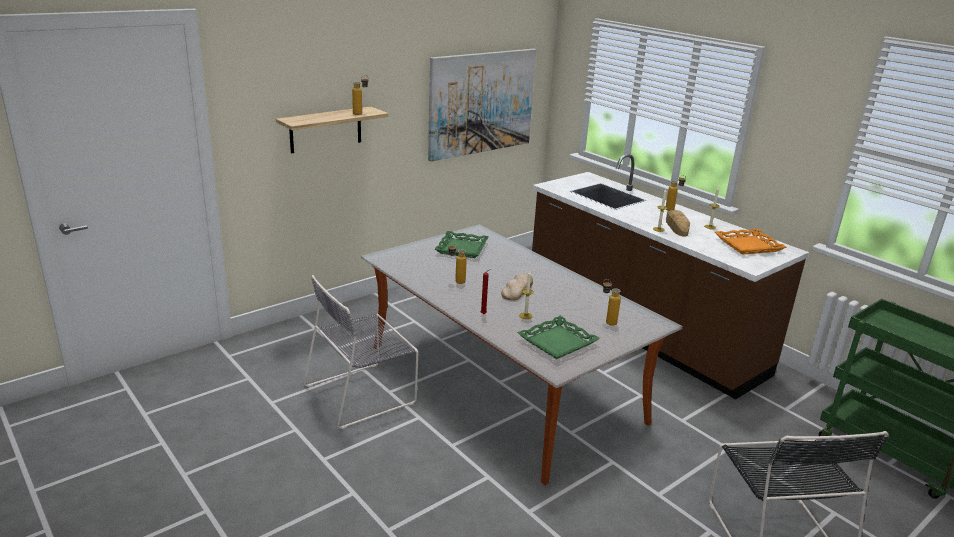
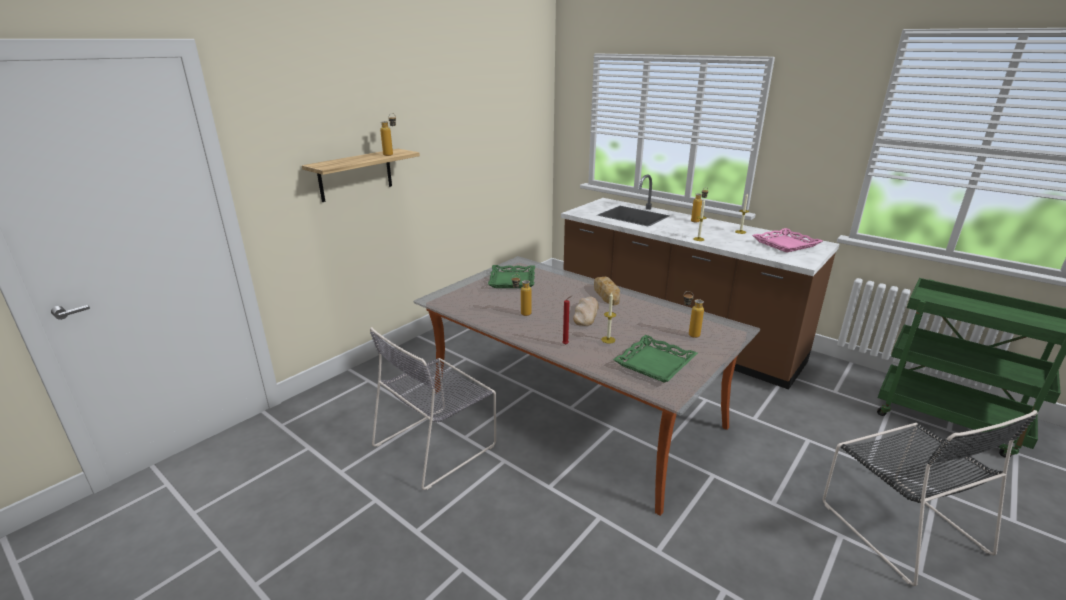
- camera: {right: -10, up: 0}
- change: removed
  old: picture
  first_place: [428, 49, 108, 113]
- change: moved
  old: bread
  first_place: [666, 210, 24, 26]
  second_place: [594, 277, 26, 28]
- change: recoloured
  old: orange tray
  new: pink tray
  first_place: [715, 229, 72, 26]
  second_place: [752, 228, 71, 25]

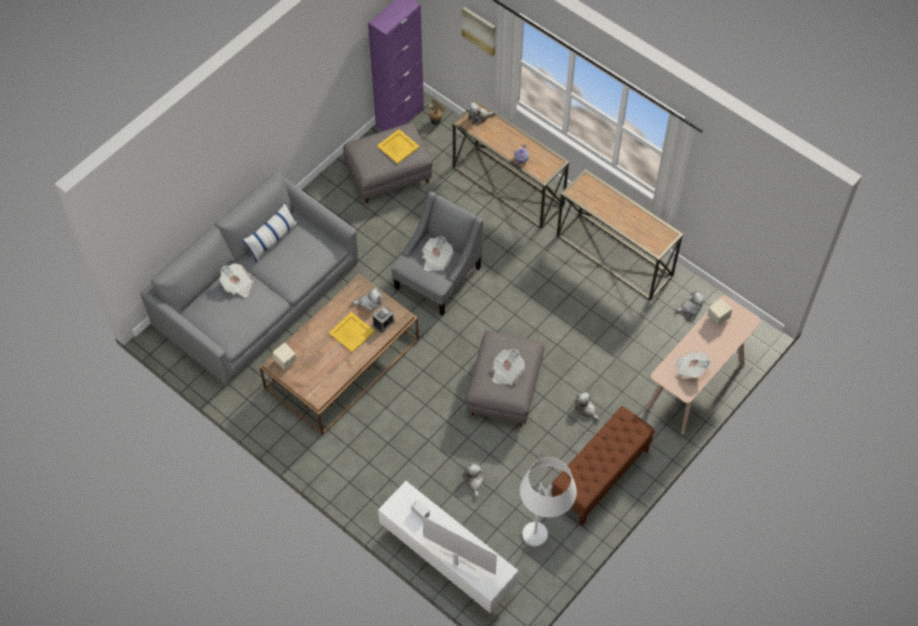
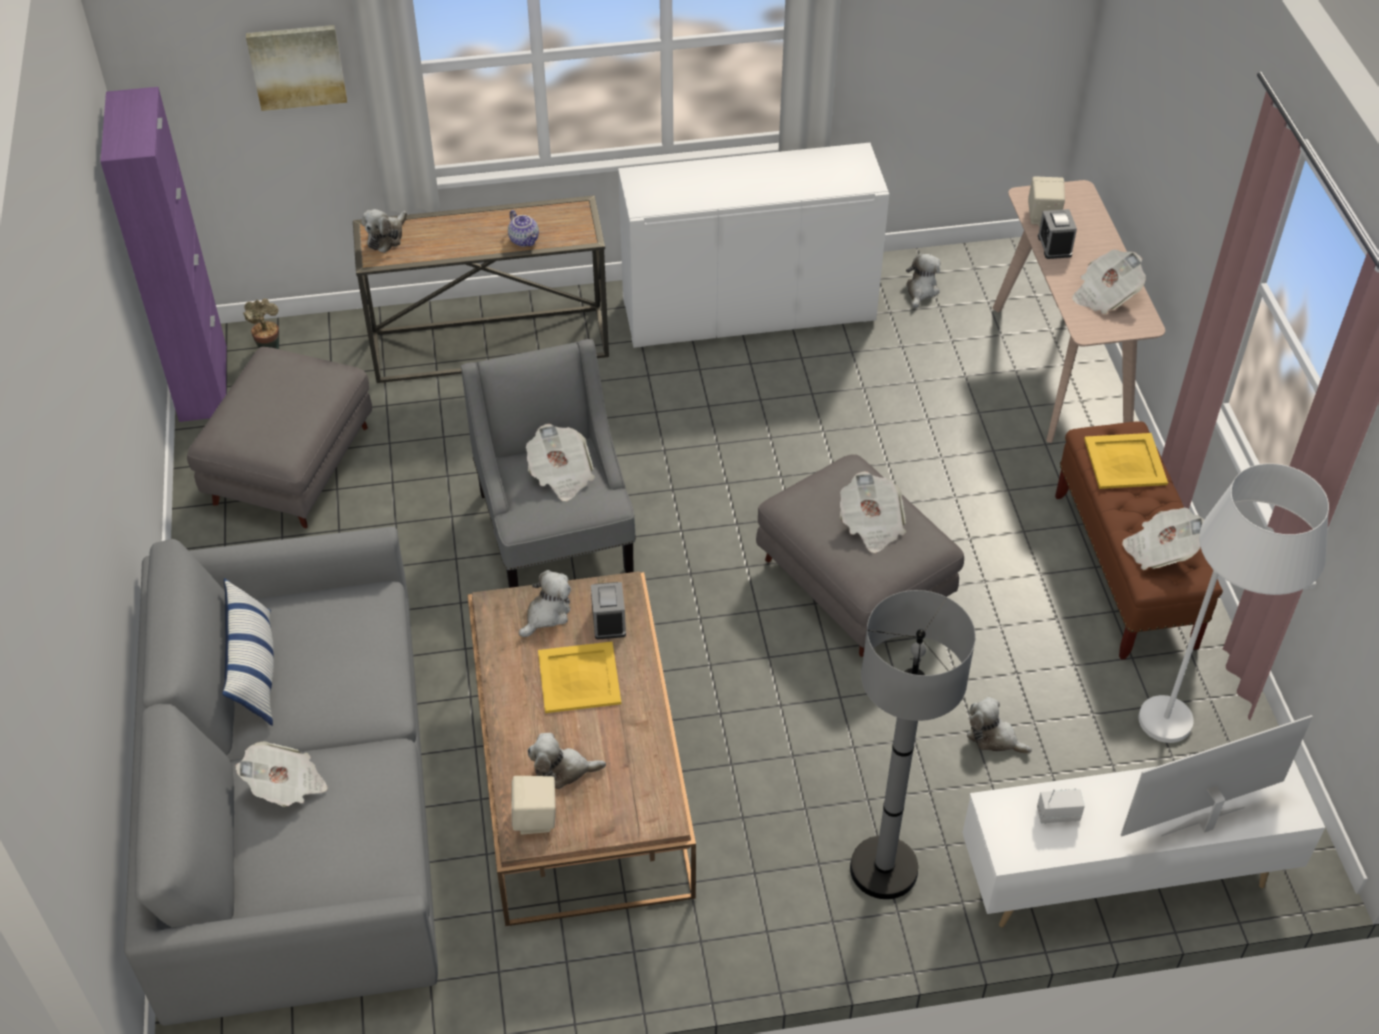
- camera: {right: -50, up: -10}
- change: added
  new: grey floor lamp
  second_place: [850, 590, 125, 309]
- change: added
  new: alarm clock
  second_place: [1038, 209, 39, 50]
- change: added
  new: newspaper
  second_place: [1122, 508, 82, 62]
- change: moved
  old: yellow tray
  first_place: [377, 129, 43, 35]
  second_place: [1084, 433, 84, 56]
- change: moved
  old: plush toy
  first_place: [574, 392, 26, 29]
  second_place: [528, 733, 78, 56]
- change: replaced
  old: console table
  new: white cabinet
  first_place: [557, 169, 127, 132]
  second_place: [618, 143, 271, 205]

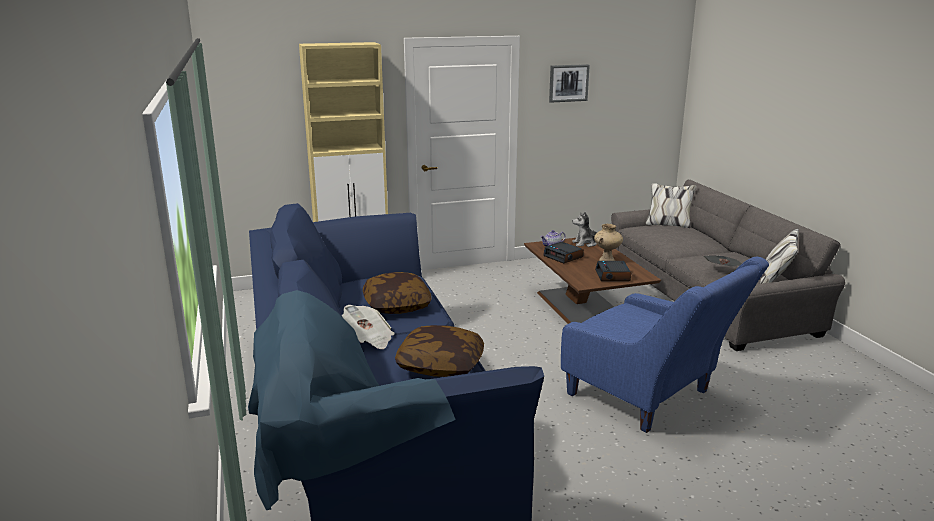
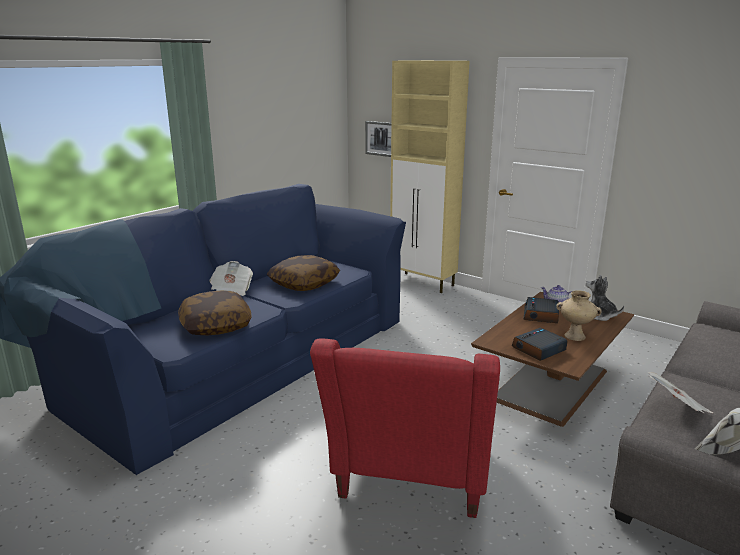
- camera: {right: 55, up: 0}
- change: moved
  old: picture
  first_place: [549, 64, 41, 39]
  second_place: [365, 121, 27, 36]
- change: recoloured
  old: blue armchair
  new: red armchair
  first_place: [561, 257, 208, 176]
  second_place: [310, 338, 190, 180]

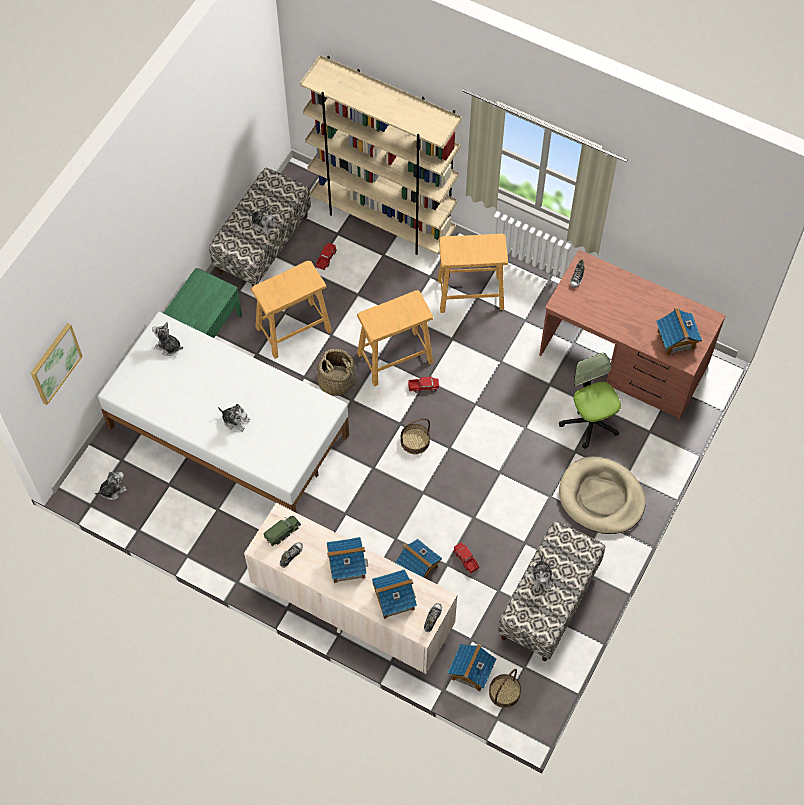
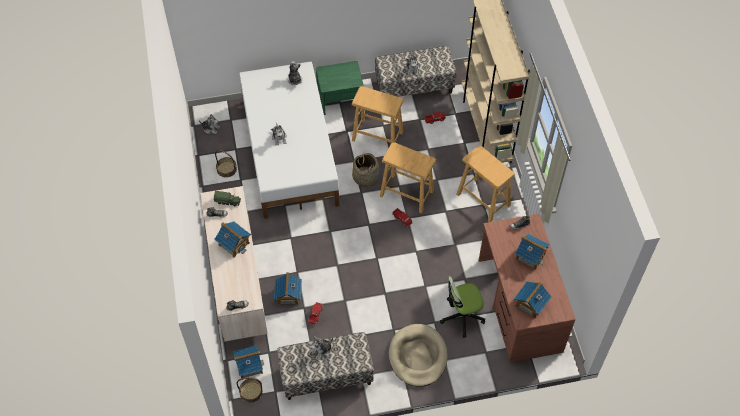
- camera: {right: 50, up: -5}
- change: removed
  old: picture
  first_place: [31, 323, 52, 82]
- change: moved
  old: toy house
  first_place: [372, 569, 45, 50]
  second_place: [515, 233, 35, 37]
- change: moved
  old: basket
  first_place: [401, 418, 29, 36]
  second_place: [215, 150, 22, 28]
- change: turned
  old: office chair
  first_place: [559, 353, 62, 96]
  second_place: [440, 277, 45, 61]
  degrees: -135

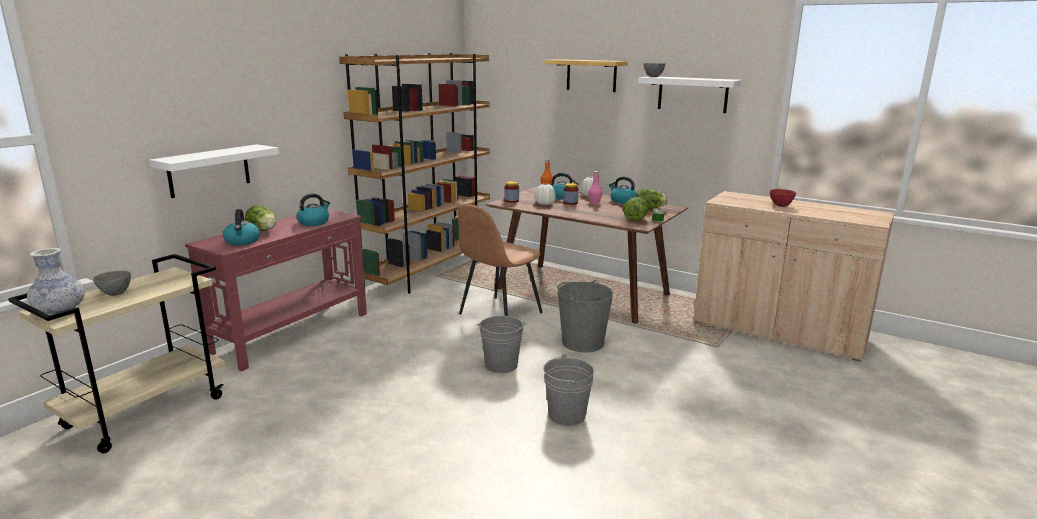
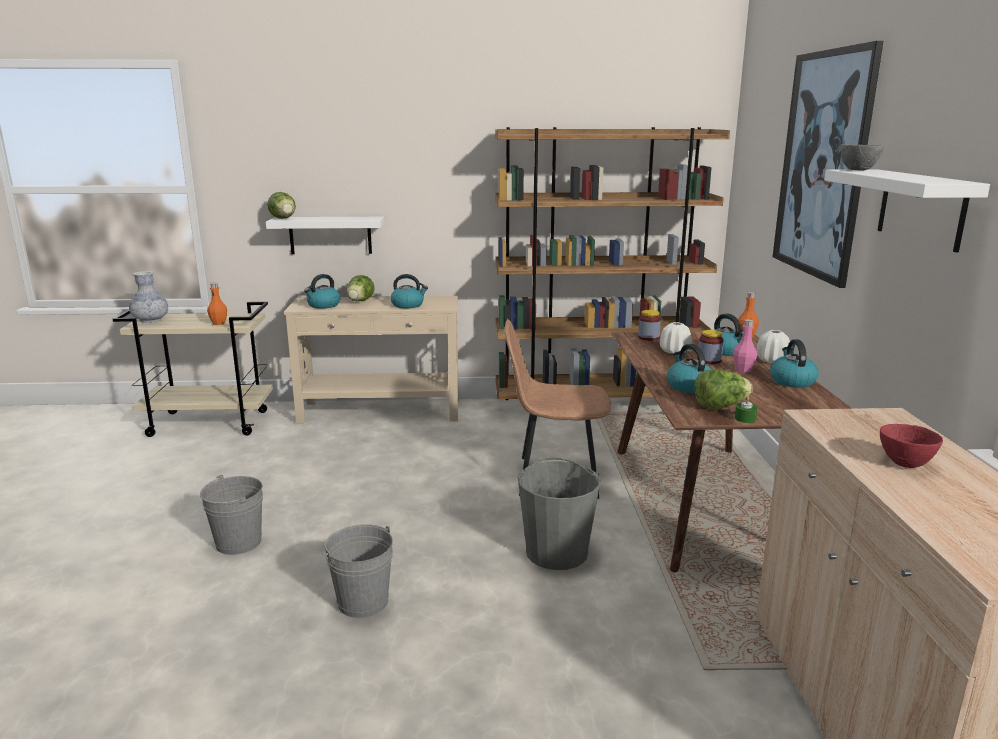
- camera: {right: 55, up: 0}
- change: removed
  old: grey bowl
  first_place: [93, 270, 38, 26]
- change: added
  new: orange bottle
  second_place: [207, 283, 20, 42]
- change: added
  new: kettle
  second_place: [667, 344, 45, 49]
- change: moved
  old: grey bucket
  first_place: [477, 316, 49, 57]
  second_place: [200, 475, 63, 80]
- change: moved
  old: lettuce
  first_place: [637, 188, 31, 22]
  second_place: [267, 192, 29, 27]
- change: replaced
  old: shelf
  new: picture
  first_place: [544, 59, 84, 33]
  second_place: [773, 41, 110, 247]
- change: recoloured
  old: red console table
  new: beige console table
  first_place: [185, 209, 182, 162]
  second_place: [284, 296, 175, 128]

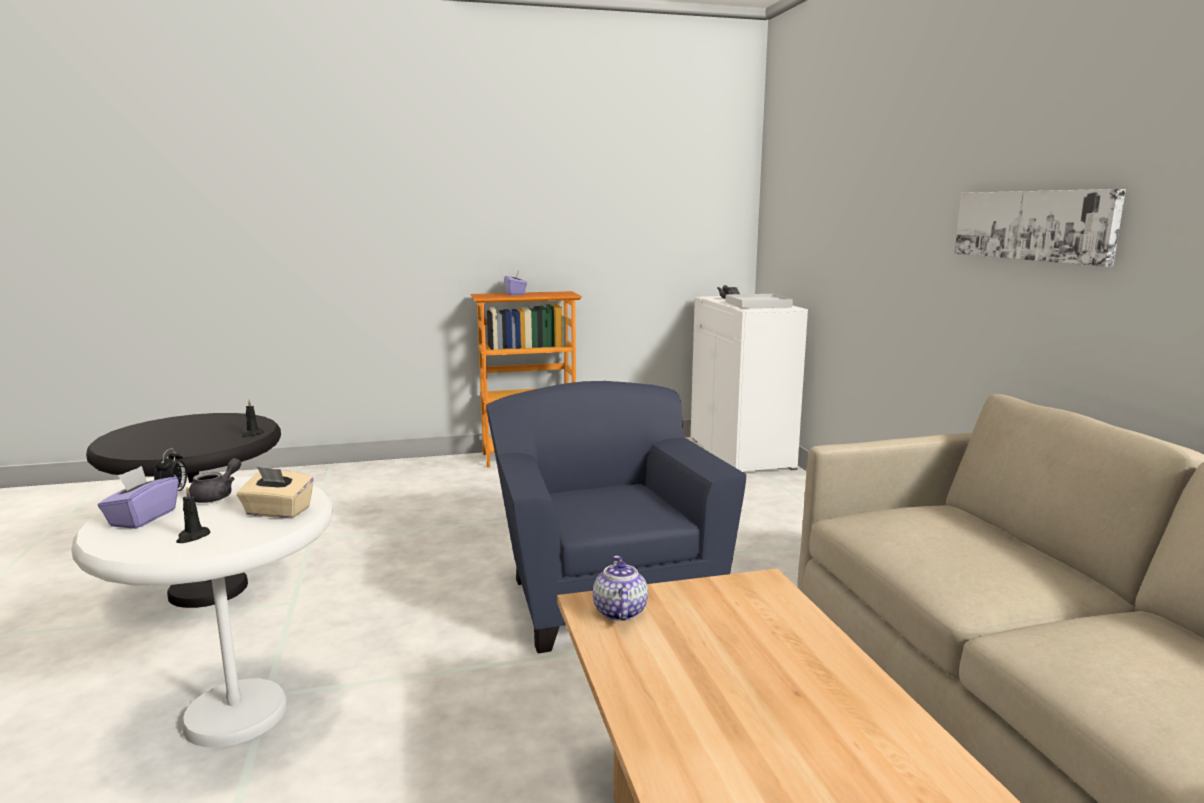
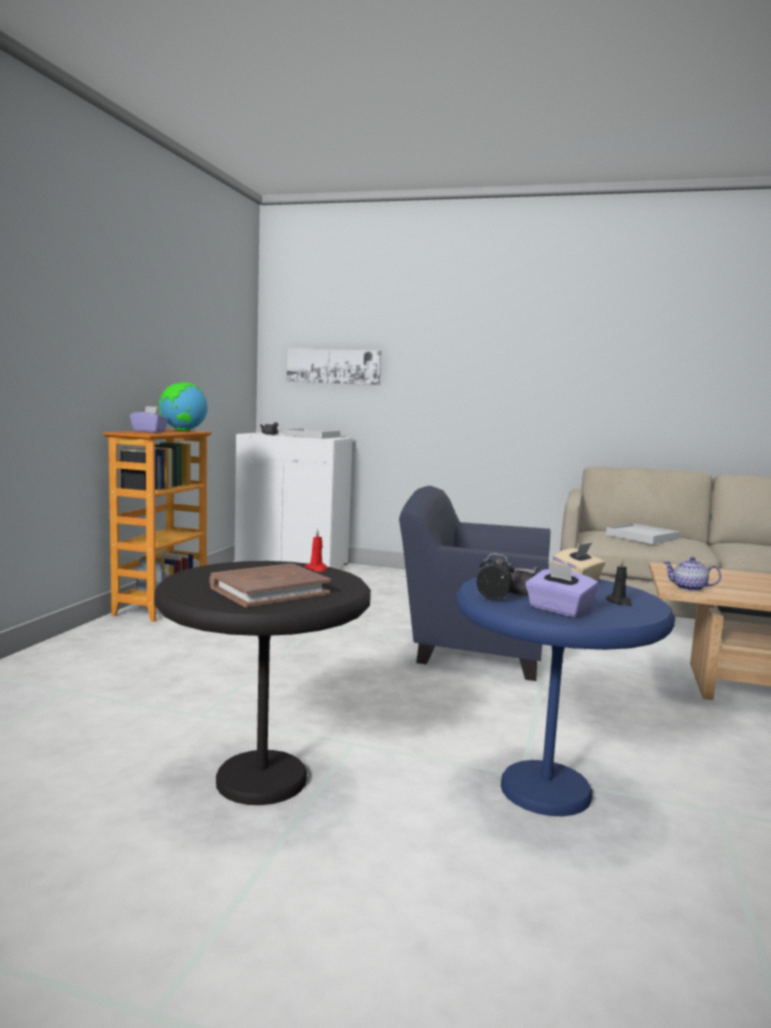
- camera: {right: -60, up: -5}
- change: added
  new: globe
  second_place: [159, 382, 49, 49]
- change: added
  new: brown book
  second_place: [210, 564, 121, 43]
- change: added
  new: white tray
  second_place: [606, 523, 74, 21]
- change: moved
  old: picture
  first_place: [955, 189, 171, 78]
  second_place: [287, 348, 94, 37]
- change: recoloured
  old: white side table
  new: blue side table
  first_place: [71, 476, 262, 271]
  second_place: [456, 572, 219, 244]
- change: recoloured
  old: black candle
  new: red candle
  first_place: [241, 400, 23, 37]
  second_place: [305, 529, 22, 43]

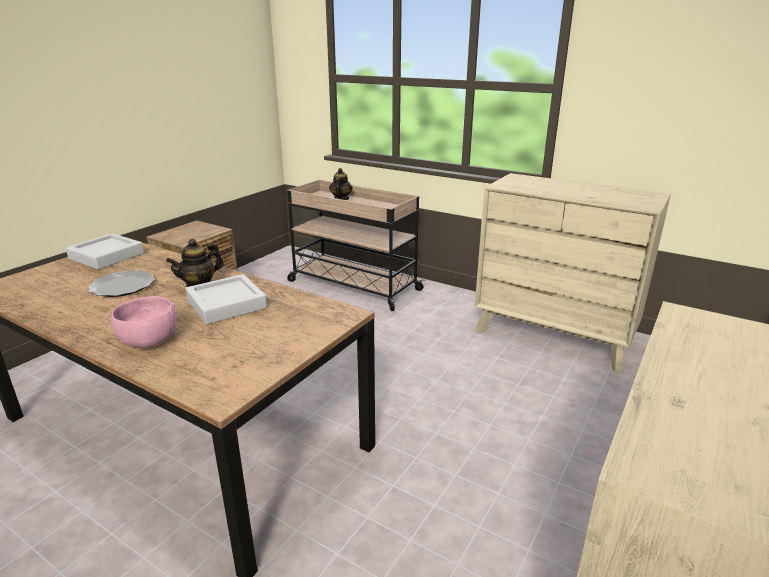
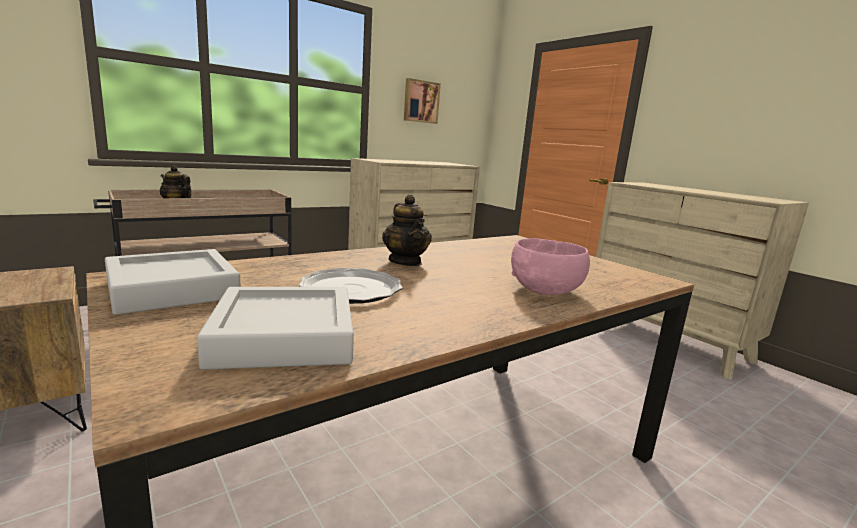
- camera: {right: -70, up: -10}
- change: added
  new: picture
  second_place: [404, 78, 37, 46]
- change: moved
  old: grey tray
  first_place: [186, 274, 81, 51]
  second_place: [197, 287, 157, 83]

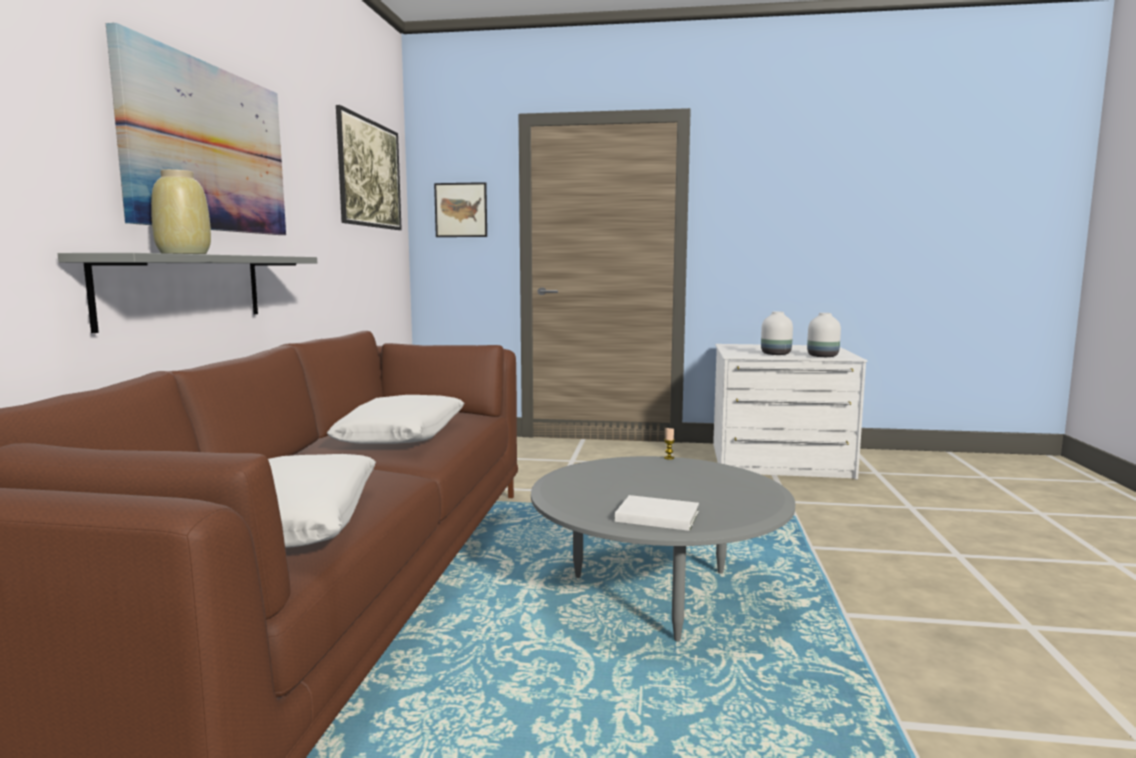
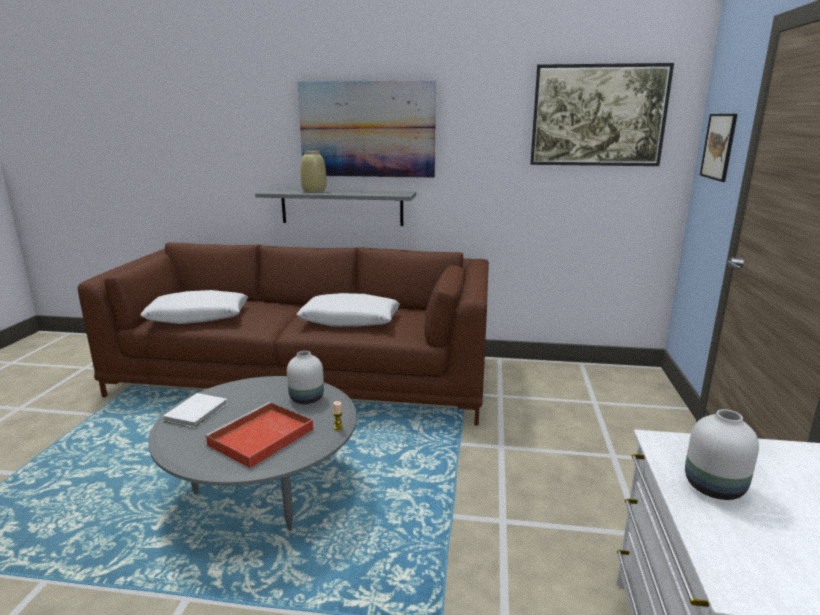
- camera: {right: 90, up: 10}
- change: added
  new: red tray
  second_place: [205, 402, 108, 66]
- change: moved
  old: white vase
  first_place: [807, 313, 34, 44]
  second_place: [287, 351, 37, 53]

